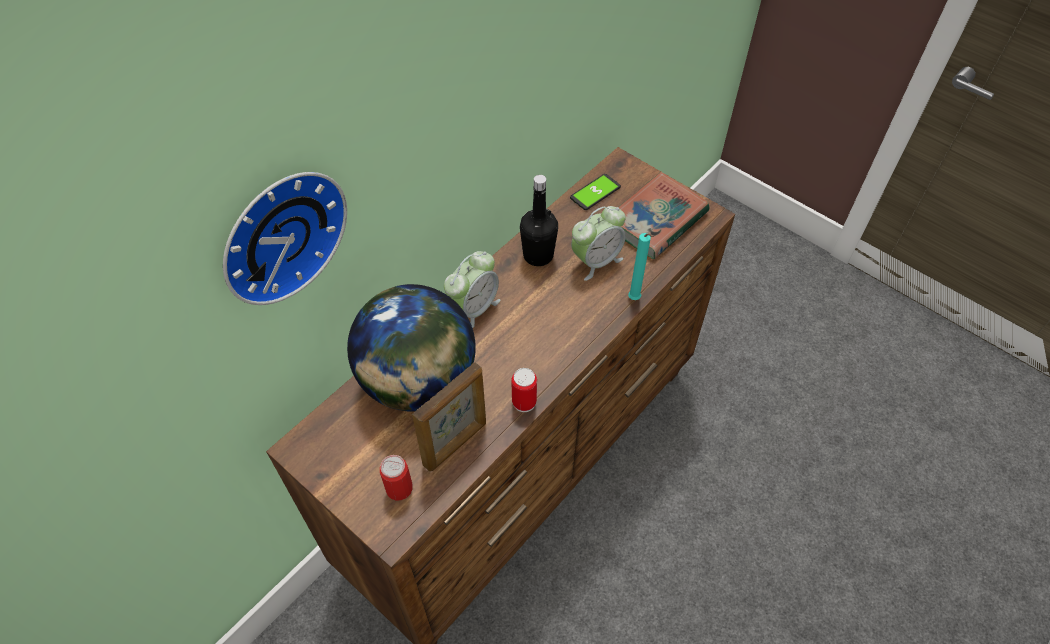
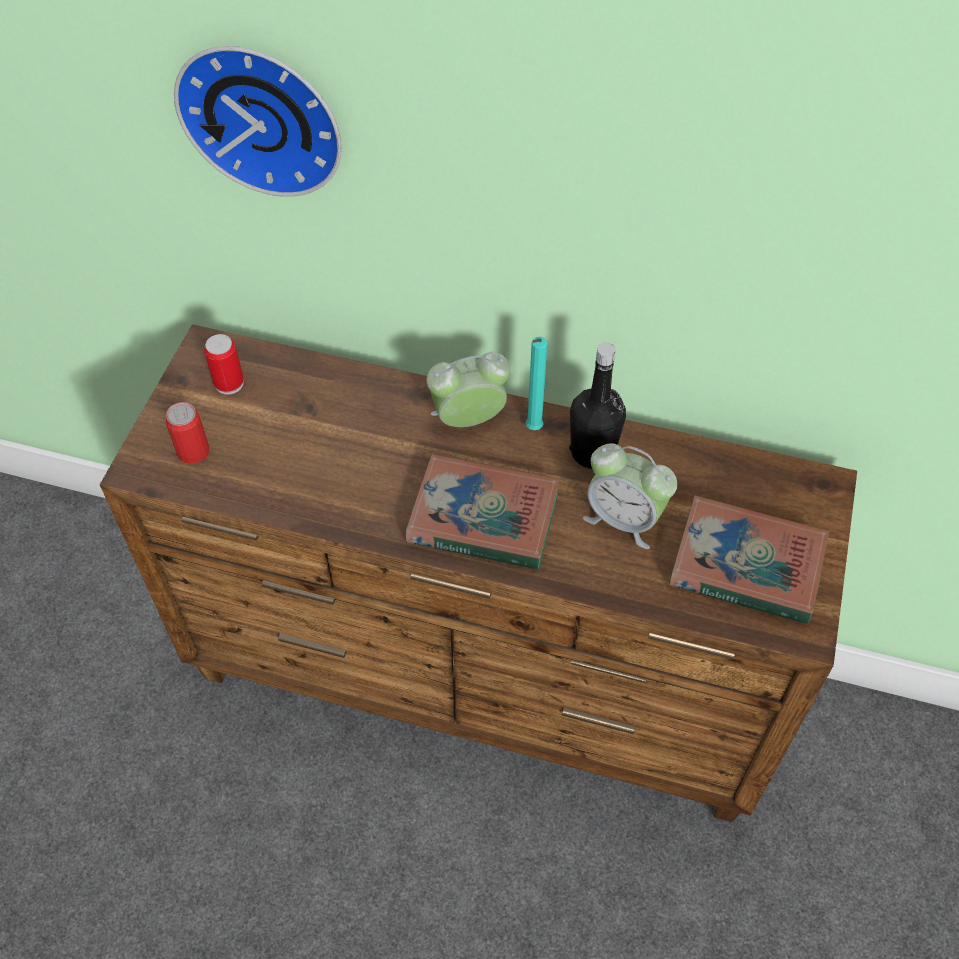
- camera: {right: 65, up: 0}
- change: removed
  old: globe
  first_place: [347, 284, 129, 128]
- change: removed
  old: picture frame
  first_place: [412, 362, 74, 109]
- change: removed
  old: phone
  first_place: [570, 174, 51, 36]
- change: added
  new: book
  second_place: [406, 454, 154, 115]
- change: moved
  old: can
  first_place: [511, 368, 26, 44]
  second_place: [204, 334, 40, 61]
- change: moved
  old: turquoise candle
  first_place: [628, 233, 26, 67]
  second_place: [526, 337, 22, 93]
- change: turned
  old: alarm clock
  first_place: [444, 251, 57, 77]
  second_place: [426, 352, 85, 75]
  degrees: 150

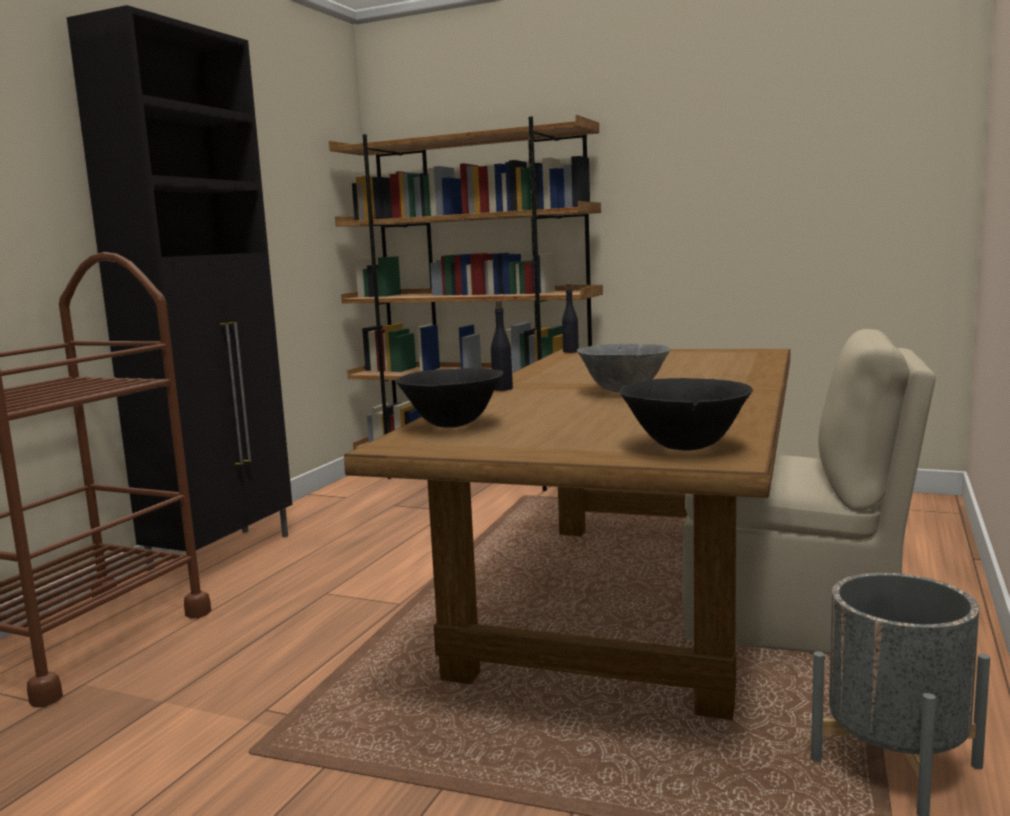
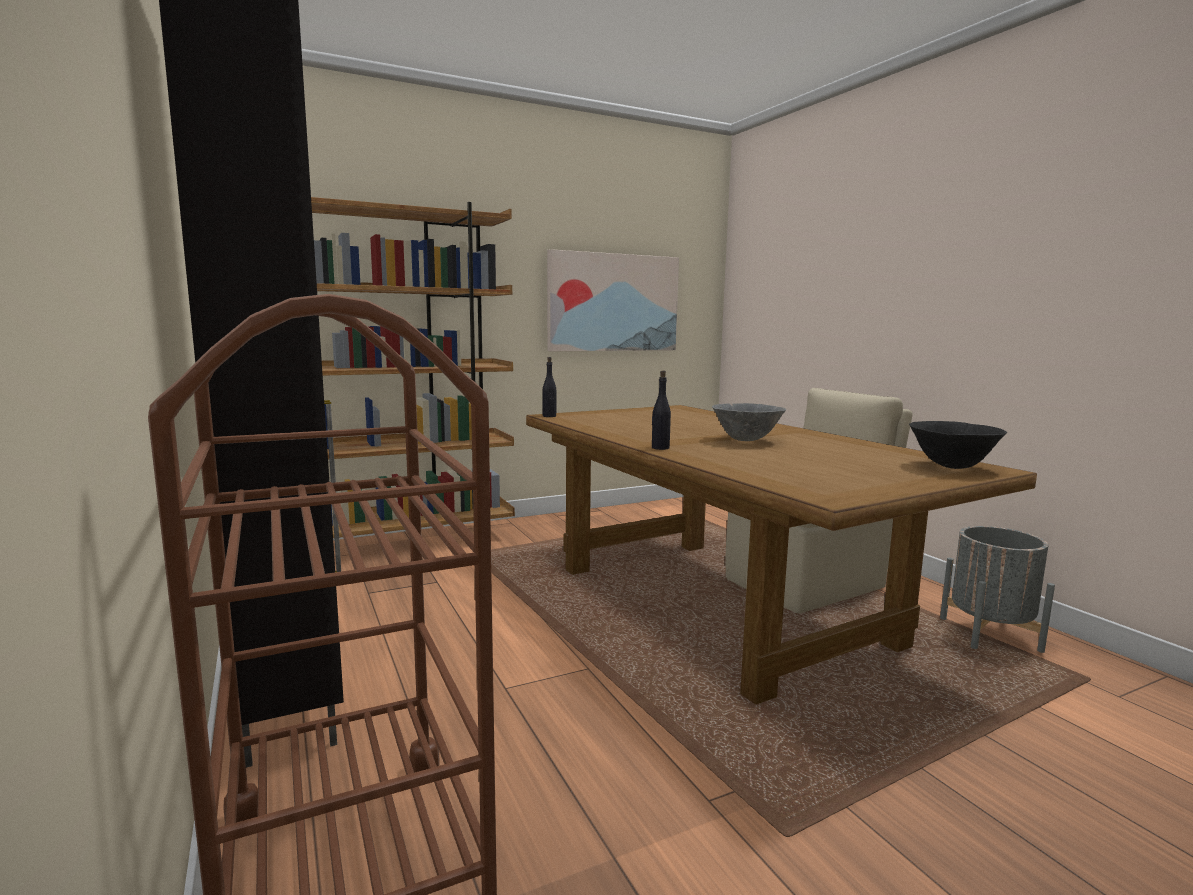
- camera: {right: -50, up: 0}
- change: removed
  old: black bowl
  first_place: [395, 368, 108, 60]
- change: added
  new: picture
  second_place: [547, 249, 132, 102]

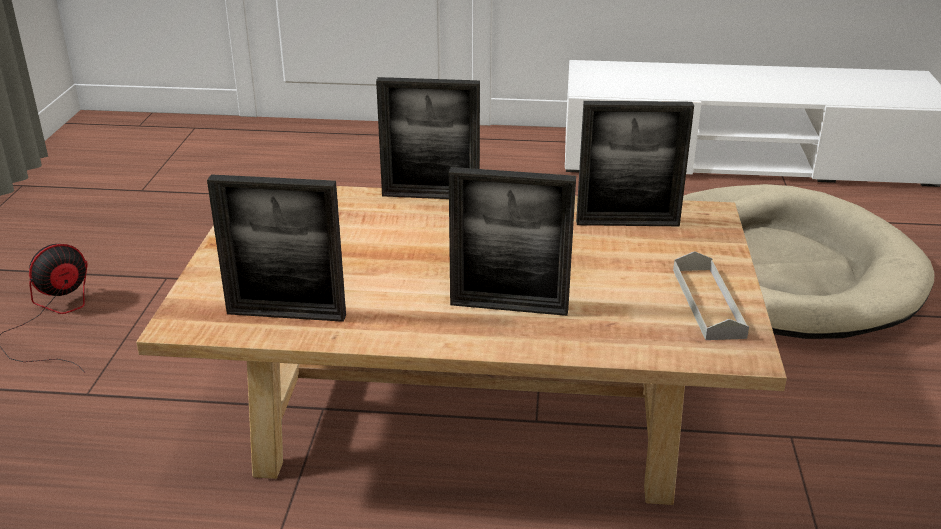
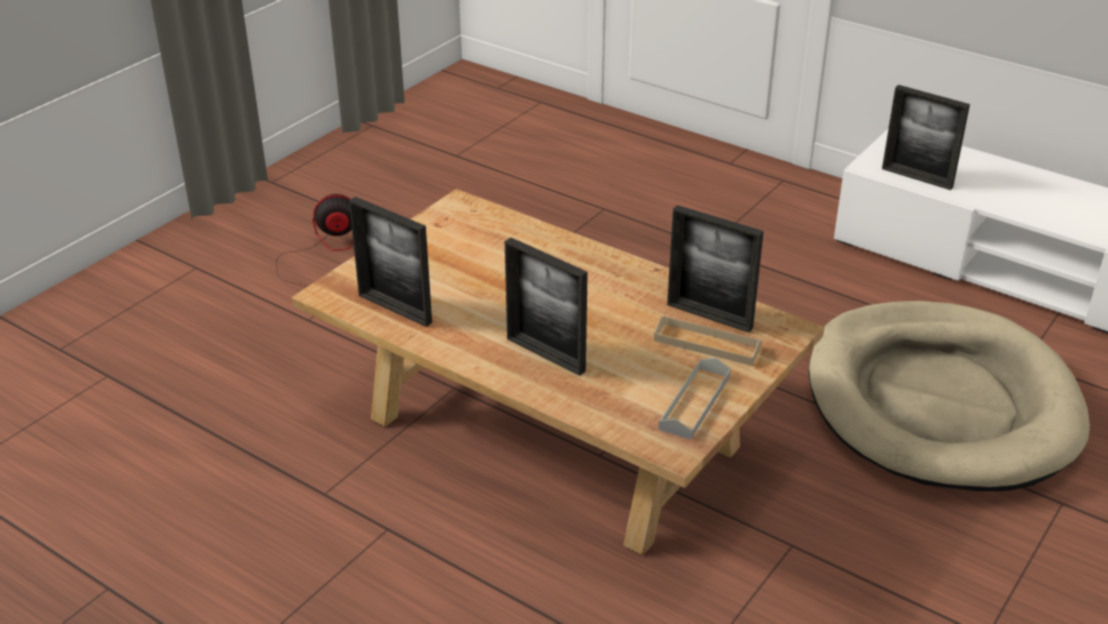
- camera: {right: 30, up: 5}
- change: added
  new: beige tray
  second_place: [654, 315, 108, 51]
- change: moved
  old: picture frame
  first_place: [376, 77, 104, 122]
  second_place: [882, 85, 88, 105]

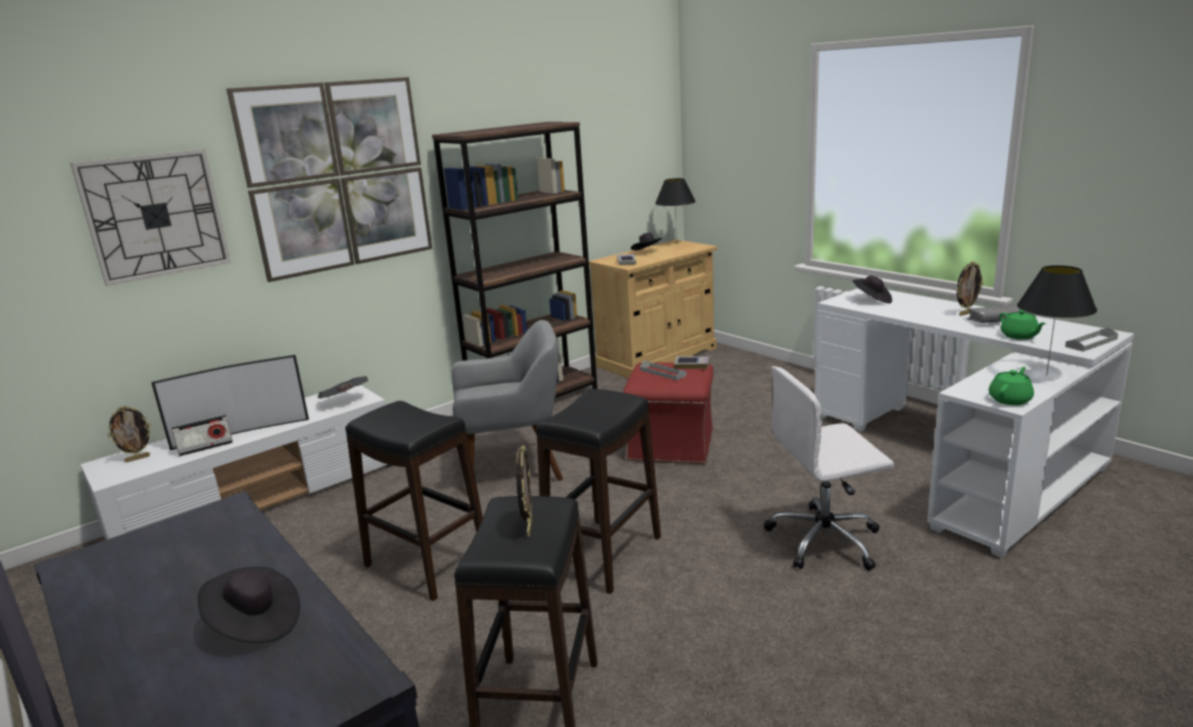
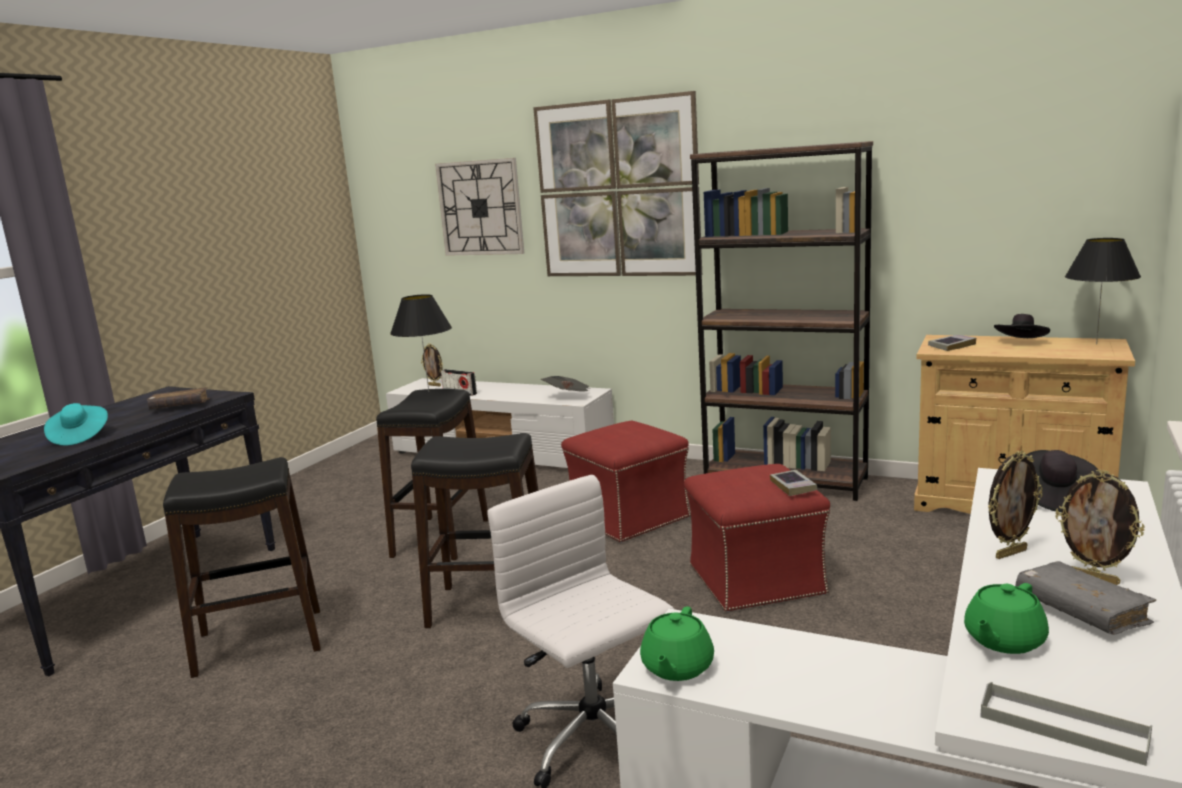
- camera: {right: 65, up: -5}
- change: removed
  old: television
  first_place: [151, 355, 158, 95]
- change: removed
  old: grey tray
  first_place: [640, 361, 47, 19]
- change: added
  new: brown book
  second_place: [147, 387, 63, 22]
- change: moved
  old: picture frame
  first_place: [516, 445, 17, 92]
  second_place: [988, 451, 55, 108]
- change: moved
  old: black table lamp
  first_place: [1017, 265, 80, 111]
  second_place: [390, 294, 62, 98]
- change: replaced
  old: grey armchair
  new: red ottoman
  first_place: [452, 320, 111, 176]
  second_place: [561, 421, 129, 122]
- change: recoloured
  old: black hat
  new: turquoise hat
  first_place: [198, 567, 102, 76]
  second_place: [44, 403, 64, 43]
- change: turned
  old: green teapot
  first_place: [989, 367, 45, 38]
  second_place: [640, 606, 74, 75]
  degrees: 90

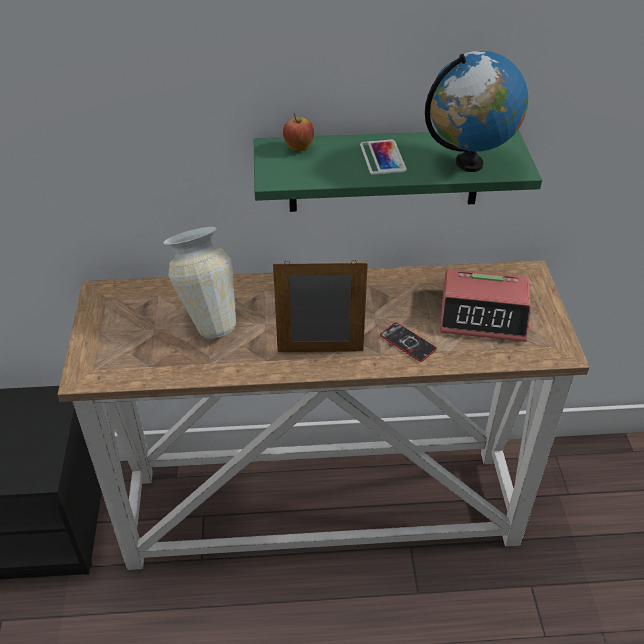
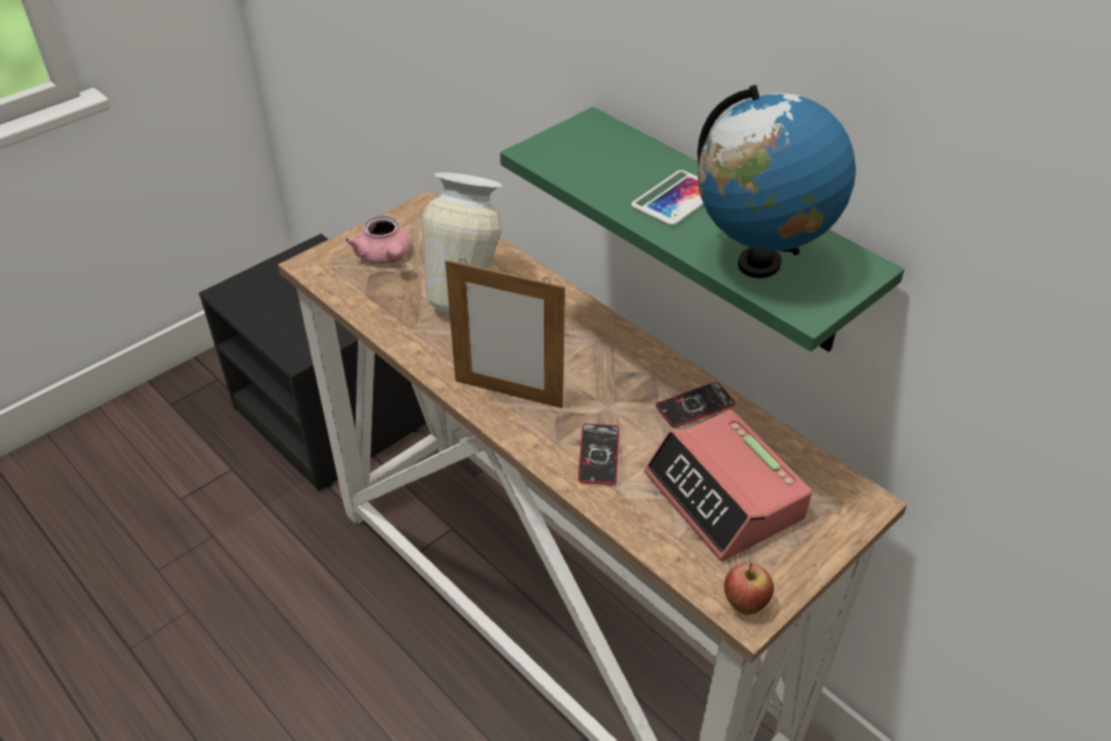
- camera: {right: 50, up: 0}
- change: added
  new: pink teapot
  second_place: [345, 216, 65, 48]
- change: added
  new: phone
  second_place: [656, 382, 79, 45]
- change: moved
  old: apple
  first_place: [283, 113, 31, 39]
  second_place: [724, 563, 50, 52]
- change: turned
  old: picture frame
  first_place: [273, 260, 95, 92]
  second_place: [445, 259, 120, 149]
  degrees: 150

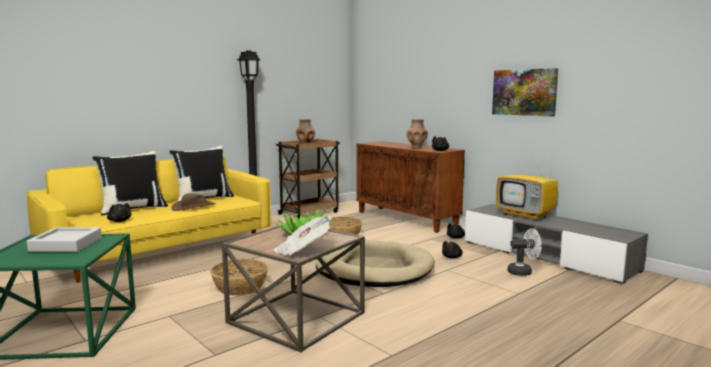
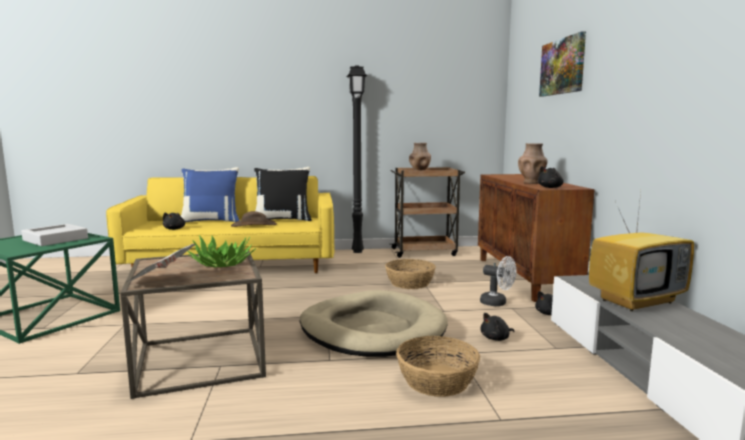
- camera: {right: 35, up: 0}
- change: moved
  old: basket
  first_place: [211, 259, 57, 37]
  second_place: [396, 336, 84, 61]
- change: moved
  old: picture
  first_place: [492, 68, 66, 48]
  second_place: [539, 31, 47, 65]
- change: moved
  old: white fan
  first_place: [507, 228, 35, 48]
  second_place: [480, 256, 37, 50]
- change: recoloured
  old: black pillow
  new: blue pillow
  first_place: [93, 151, 75, 65]
  second_place: [181, 167, 59, 55]
- change: turned
  old: television
  first_place: [496, 155, 62, 66]
  second_place: [589, 192, 105, 119]
  degrees: -105

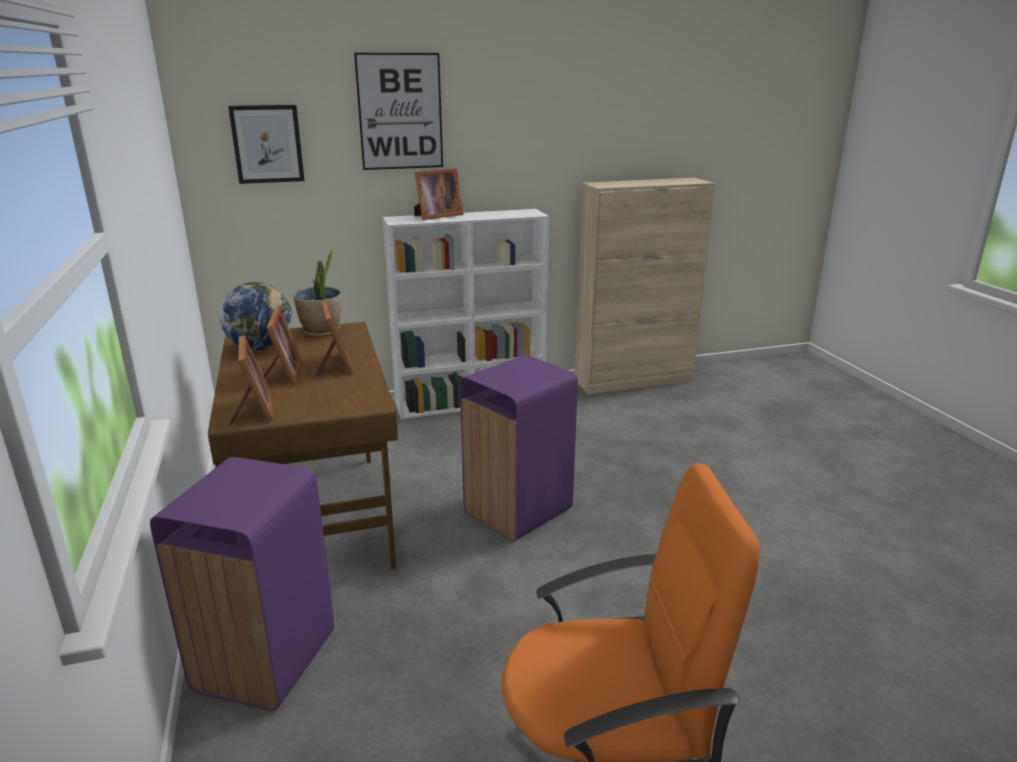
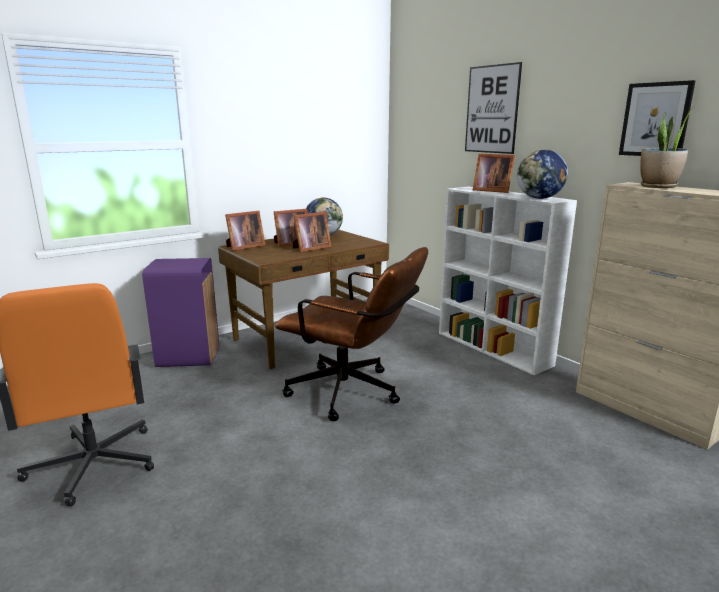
- camera: {right: 70, up: -5}
- change: added
  new: globe
  second_place: [517, 150, 51, 49]
- change: moved
  old: picture
  first_place: [228, 105, 77, 79]
  second_place: [619, 80, 77, 76]
- change: moved
  old: potted plant
  first_place: [294, 247, 48, 90]
  second_place: [640, 107, 54, 81]
- change: replaced
  old: purple trash can
  new: brown office chair
  first_place: [460, 355, 118, 186]
  second_place: [275, 247, 153, 174]

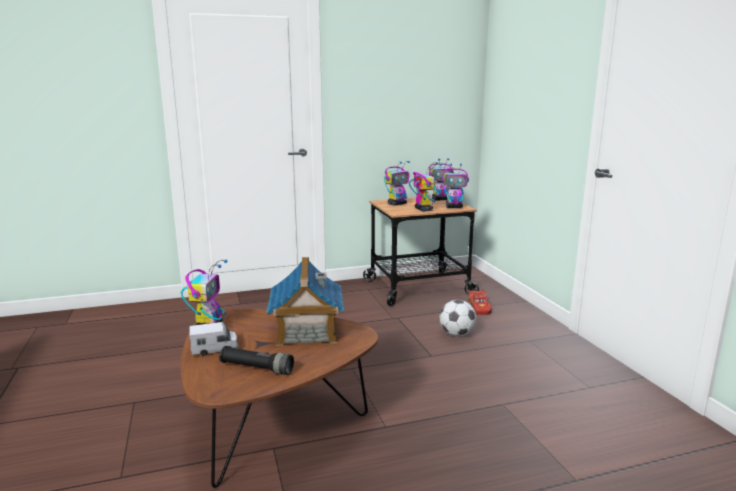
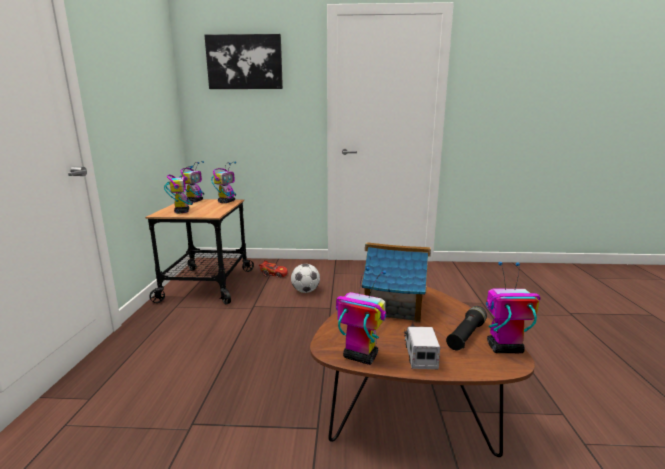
- camera: {right: -70, up: 0}
- change: added
  new: picture
  second_place: [205, 34, 78, 55]
- change: moved
  old: toy robot
  first_place: [409, 162, 33, 50]
  second_place: [486, 262, 54, 91]

